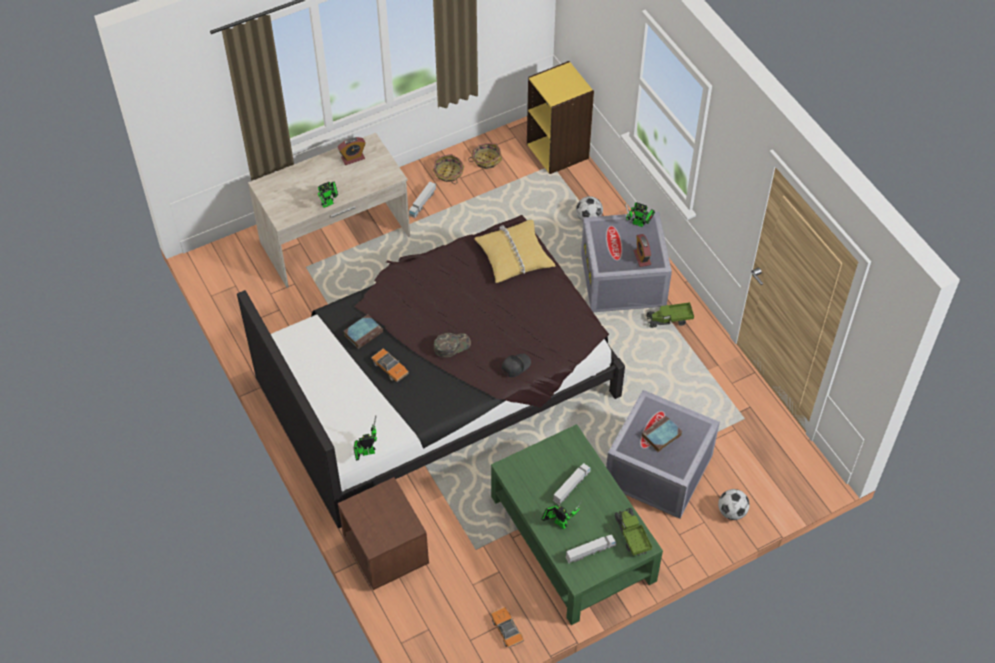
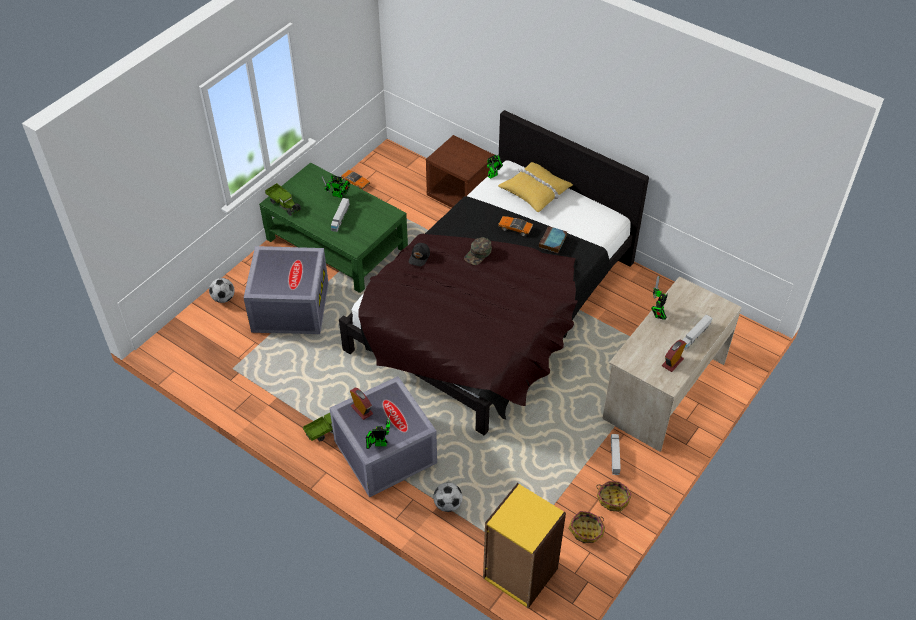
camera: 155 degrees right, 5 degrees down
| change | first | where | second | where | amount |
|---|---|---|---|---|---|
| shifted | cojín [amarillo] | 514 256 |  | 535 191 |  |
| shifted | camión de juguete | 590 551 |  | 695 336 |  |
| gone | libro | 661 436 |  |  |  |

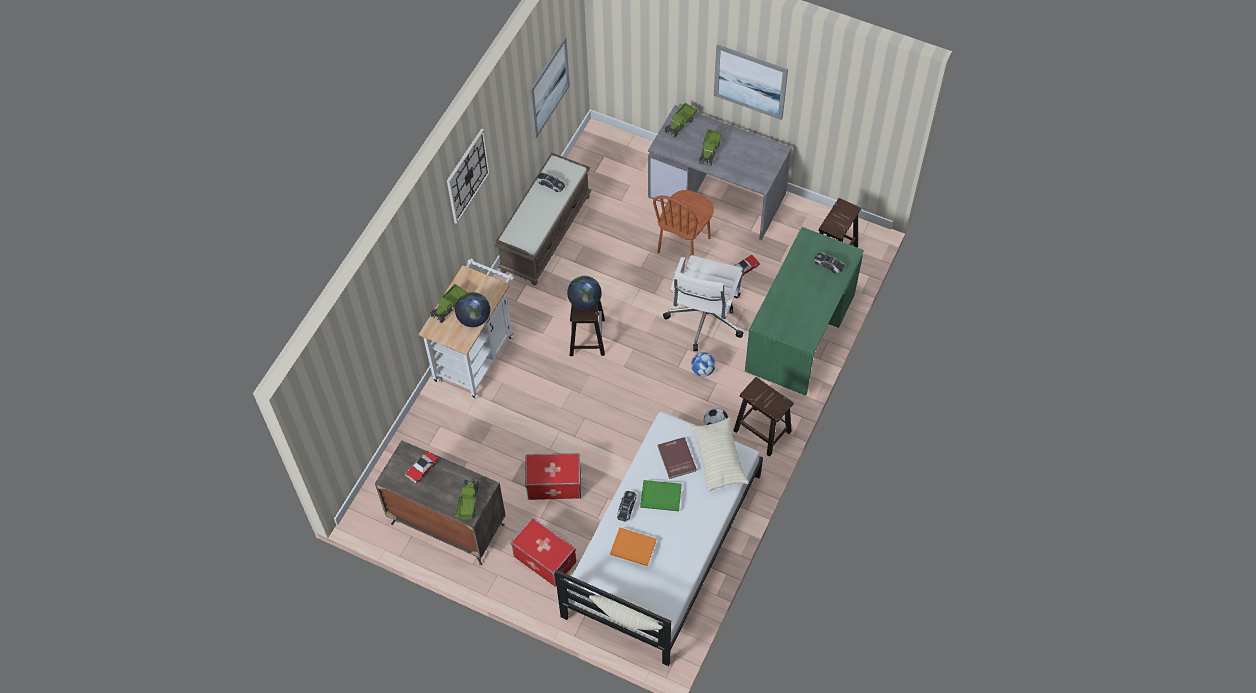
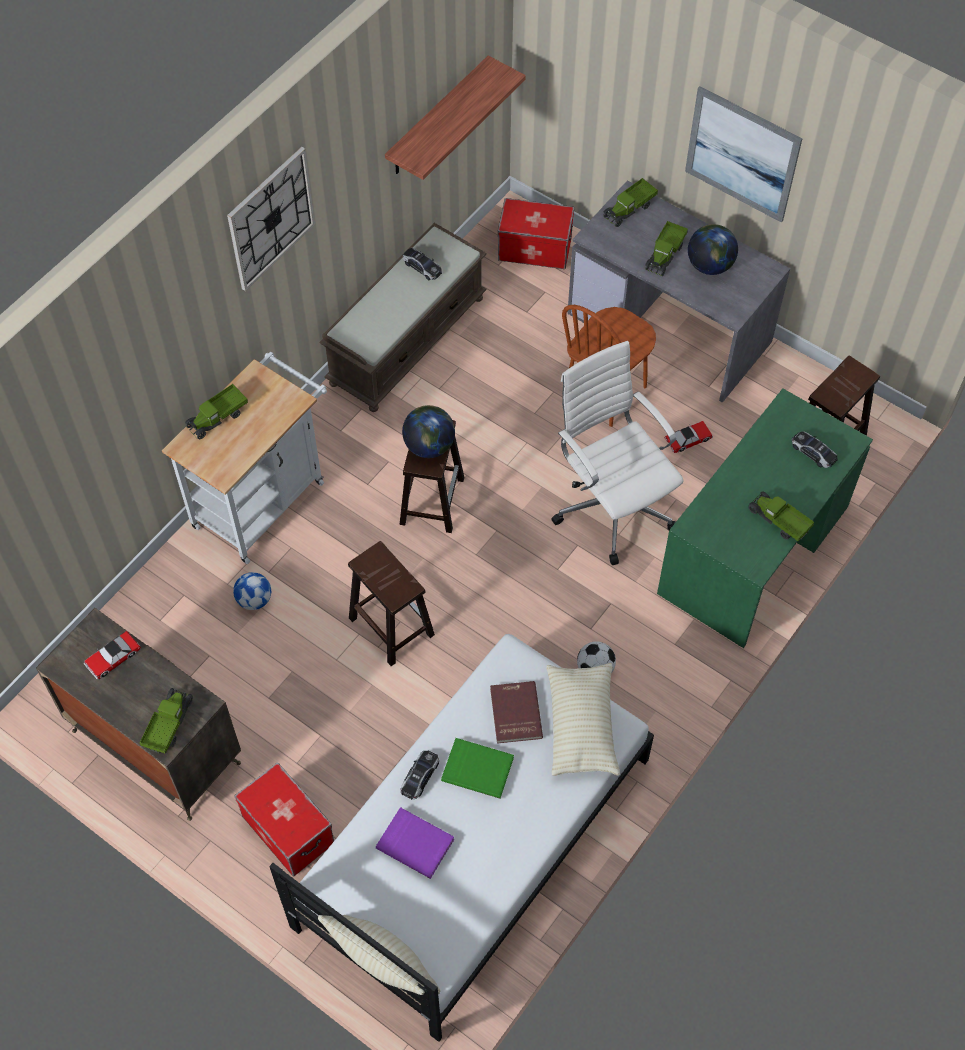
camera: 10 degrees right, 0 degrees up
| change | first | where | second | where | amount |
|---|---|---|---|---|---|
| shifted | globo terráqueo | 474 318 |  | 710 265 |  |
| shifted | caja de almacenaje | 554 484 |  | 535 248 |  |
| swapped | cuadro | 549 87 | estante | 437 118 |  |
| repainted | libro [naranja] | 633 546 | libro [morado] | 416 843 |  |
| rotated | silla de oficina [blanco] | 704 319 |  | 612 505 | 120 degrees clockwise |
| shifted | balón de fútbol | 702 370 |  | 254 599 |  |
| shifted | taburete [marrón] | 761 431 |  | 390 626 |  |
| new |  |  | camión de juguete | 778 521 |  |

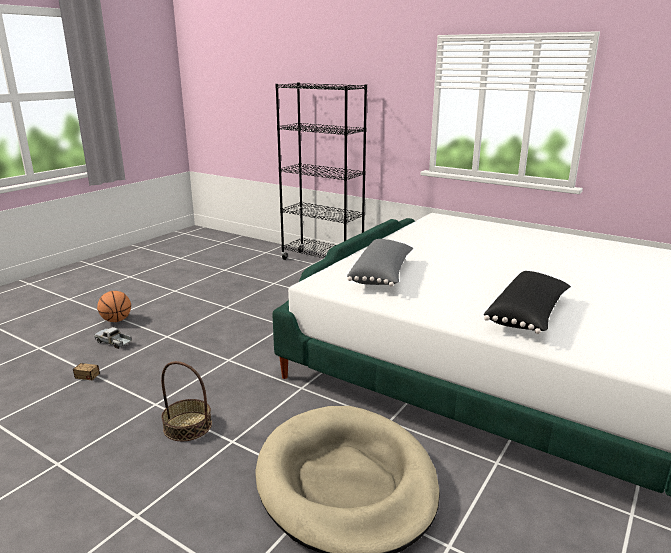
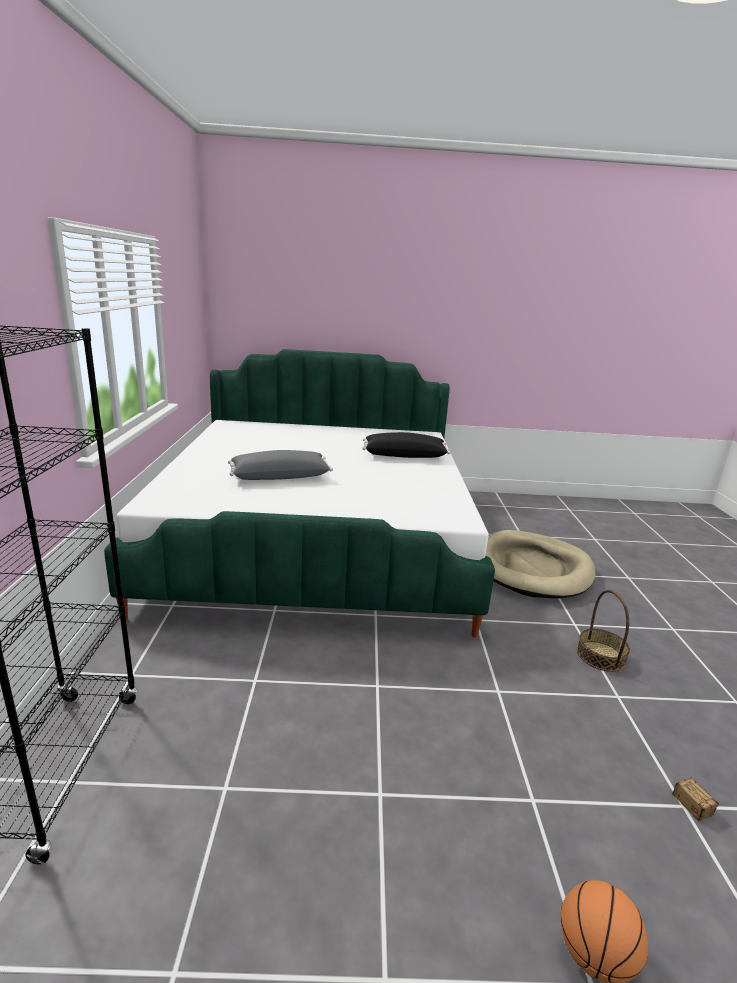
camera: 125 degrees left, 0 degrees up
| change | first | where | second | where | amount |
|---|---|---|---|---|---|
| gone | camión de juguete | 114 342 |  |  |  |
| shifted | cojín [gris] | 382 275 |  | 280 476 |  |

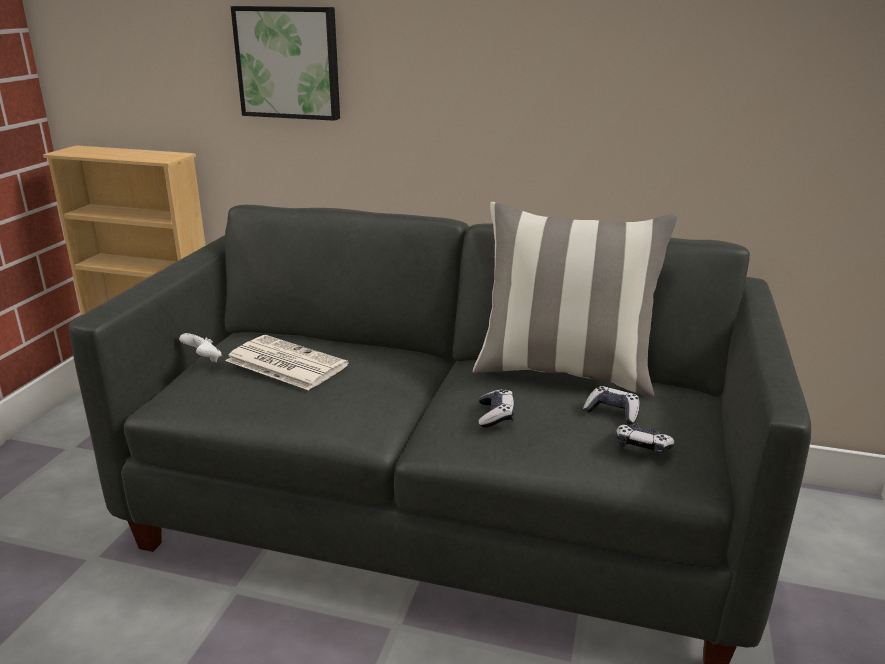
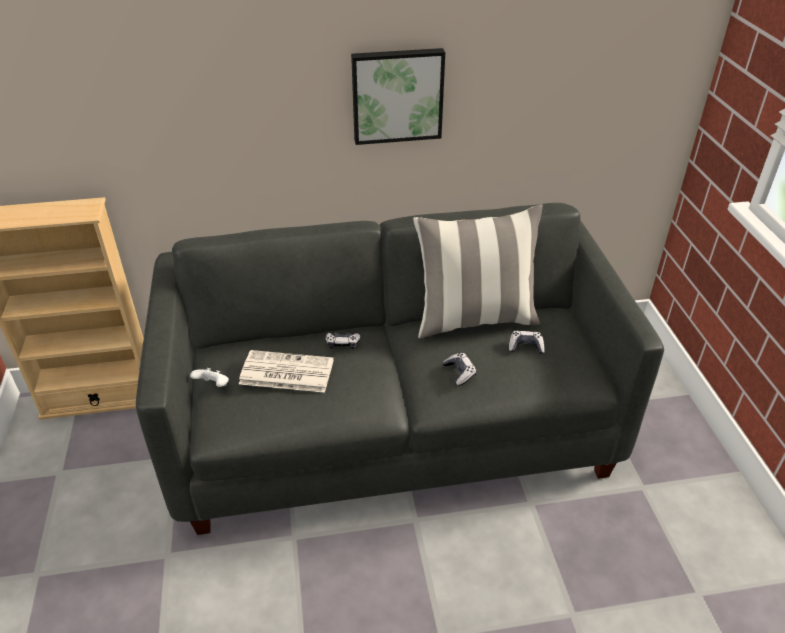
camera: 25 degrees left, 15 degrees up
| change | first | where | second | where | amount |
|---|---|---|---|---|---|
| shifted | cuadro | 289 62 |  | 397 95 |  |
| shifted | mando de consola | 642 446 |  | 342 344 |  |

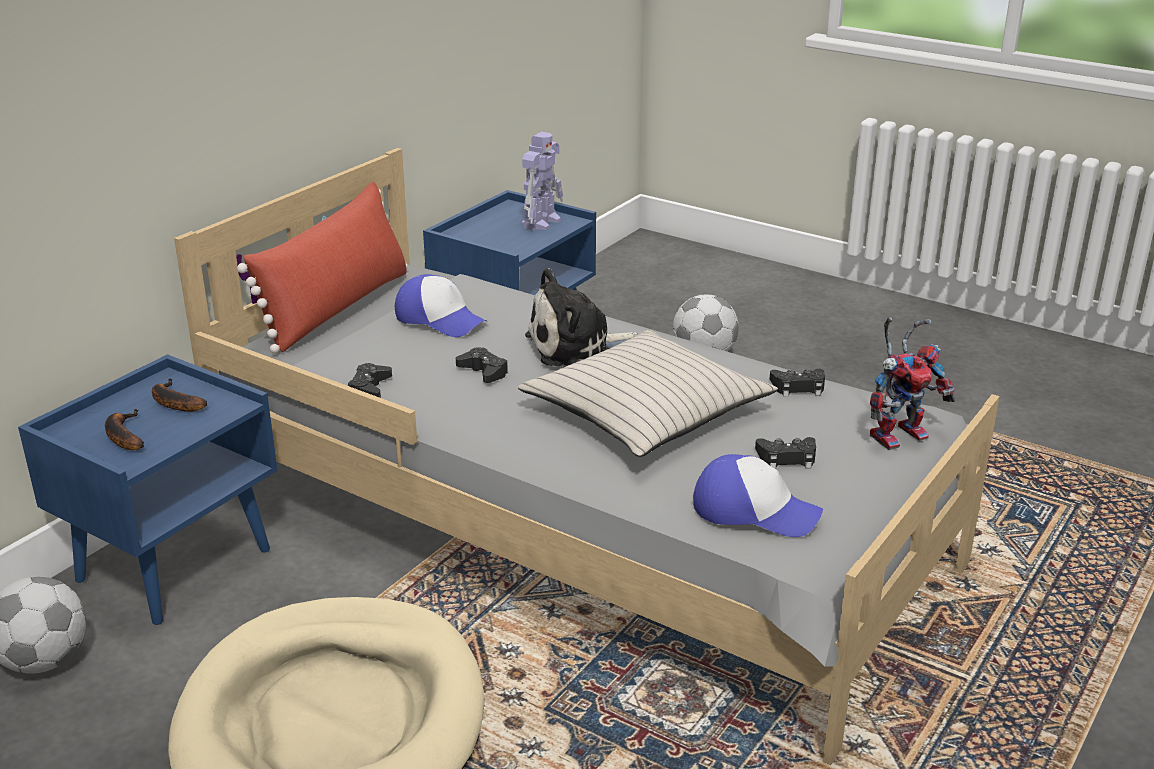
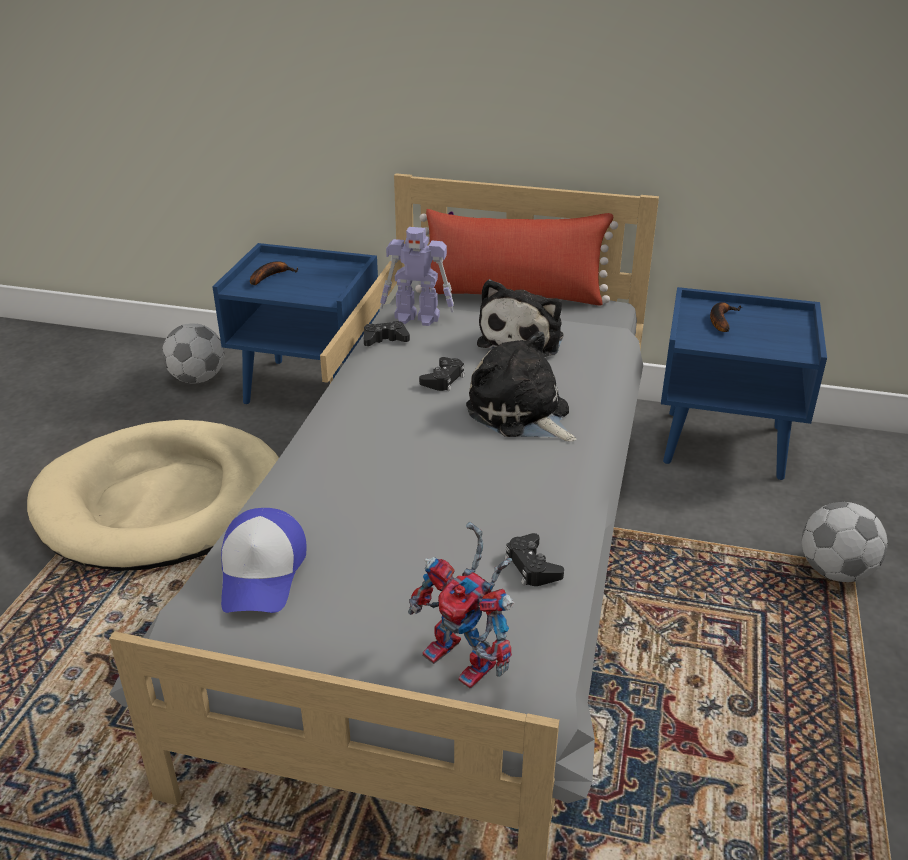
camera: 70 degrees right, 5 degrees up
| change | first | where | second | where | amount |
|---|---|---|---|---|---|
| shifted | plátano | 173 402 |  | 720 320 |  |
| swapped | gorra | 440 319 | peluche | 524 339 |  |
| gone | cojín [beis] | 645 412 |  |  |  |
| shifted | robot de juguete | 542 222 |  | 418 318 |  |
| gone | mando de consola [negro] | 787 458 |  |  |  |

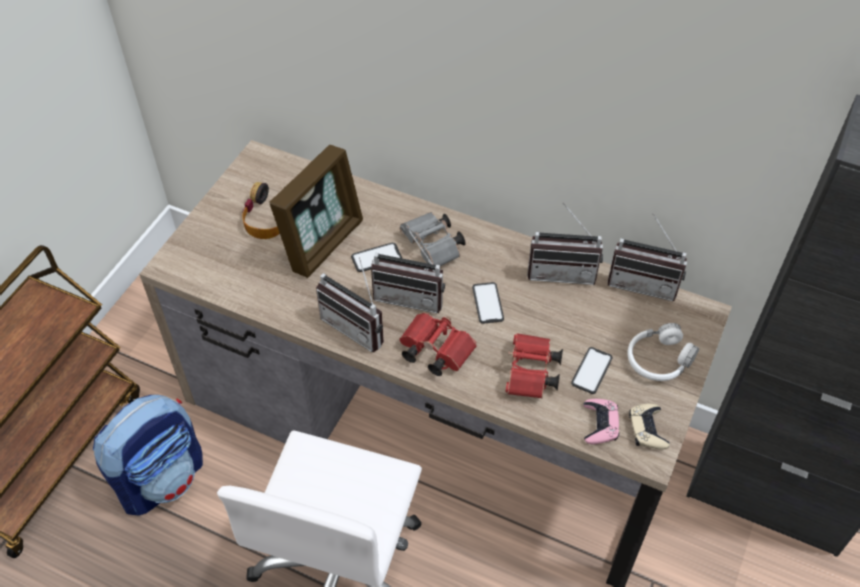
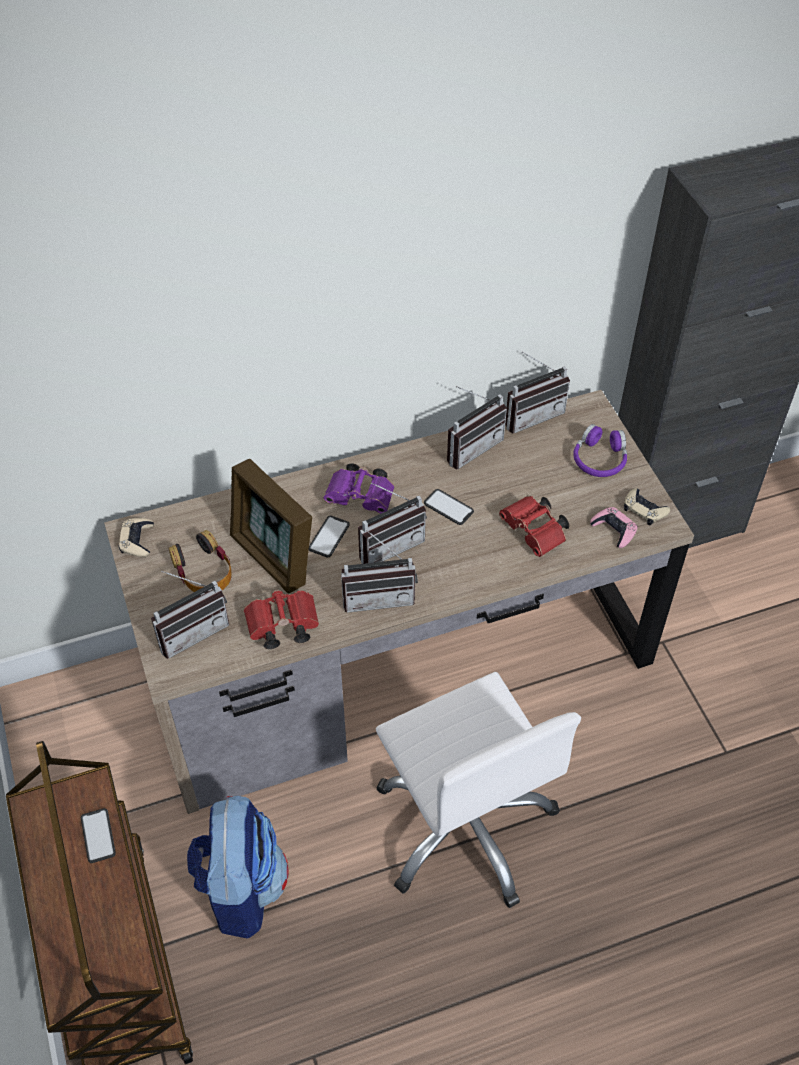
camera: 45 degrees left, 0 degrees up
| change | first | where | second | where | amount |
|---|---|---|---|---|---|
| rotated | portarretratos | 323 243 |  | 273 557 | 150 degrees clockwise |
| shifted | prismáticos [rojo] | 433 351 |  | 281 627 |  |
| repainted | prismáticos [gris] | 434 248 | prismáticos [morado] | 362 498 |  |
| shifted | móvil | 591 371 |  | 98 836 |  |
| repainted | auriculares [blanco] | 659 359 | auriculares [morado] | 599 459 |  |
| new |  |  | mando de consola [beis] | 137 540 |  |
| new |  |  | radio | 191 630 |  |

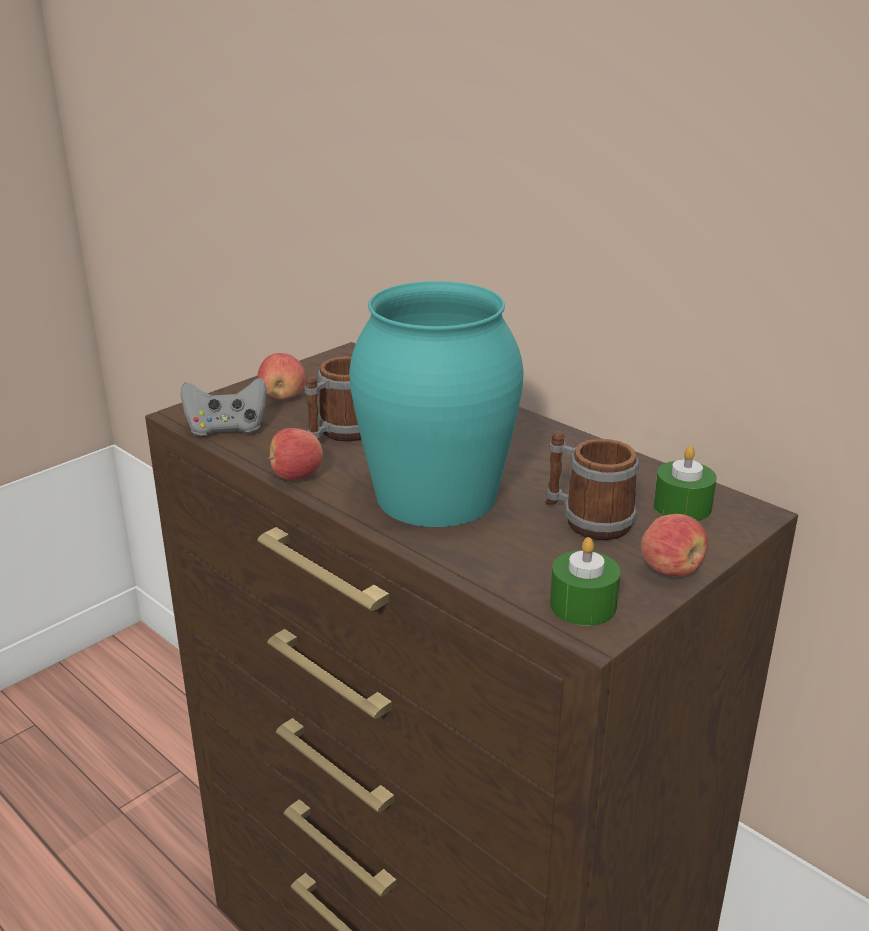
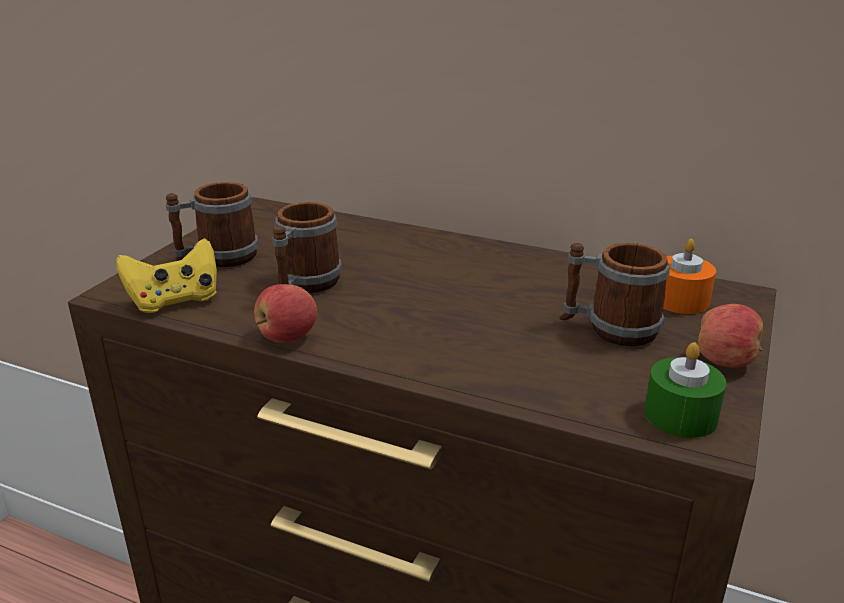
camera: 20 degrees left, 0 degrees up
| change | first | where | second | where | amount |
|---|---|---|---|---|---|
| repainted | mando de consola [gris] | 226 429 | mando de consola [amarillo] | 175 300 |  |
| swapped | manzana | 283 397 | taza grande | 217 258 |  |
| gone | florero [turquesa] | 437 496 |  |  |  |
| repainted | vela [verde] | 682 507 | vela [naranja] | 680 300 |  |

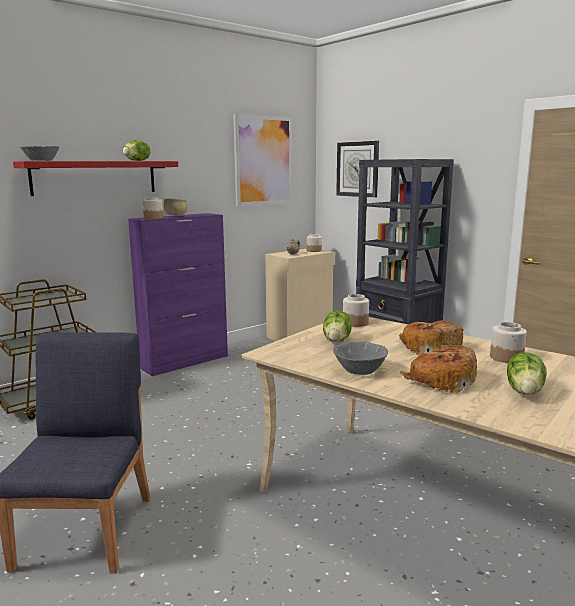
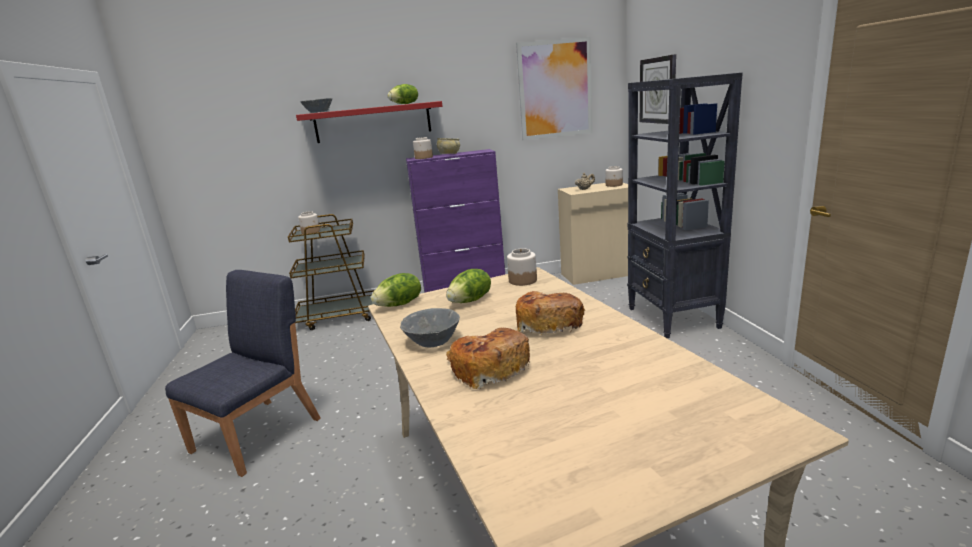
camera: 30 degrees right, 5 degrees up
| change | first | where | second | where | amount |
|---|---|---|---|---|---|
| shifted | tarro | 506 357 |  | 311 232 |  |
| shifted | lechuga | 525 391 |  | 400 304 |  |

